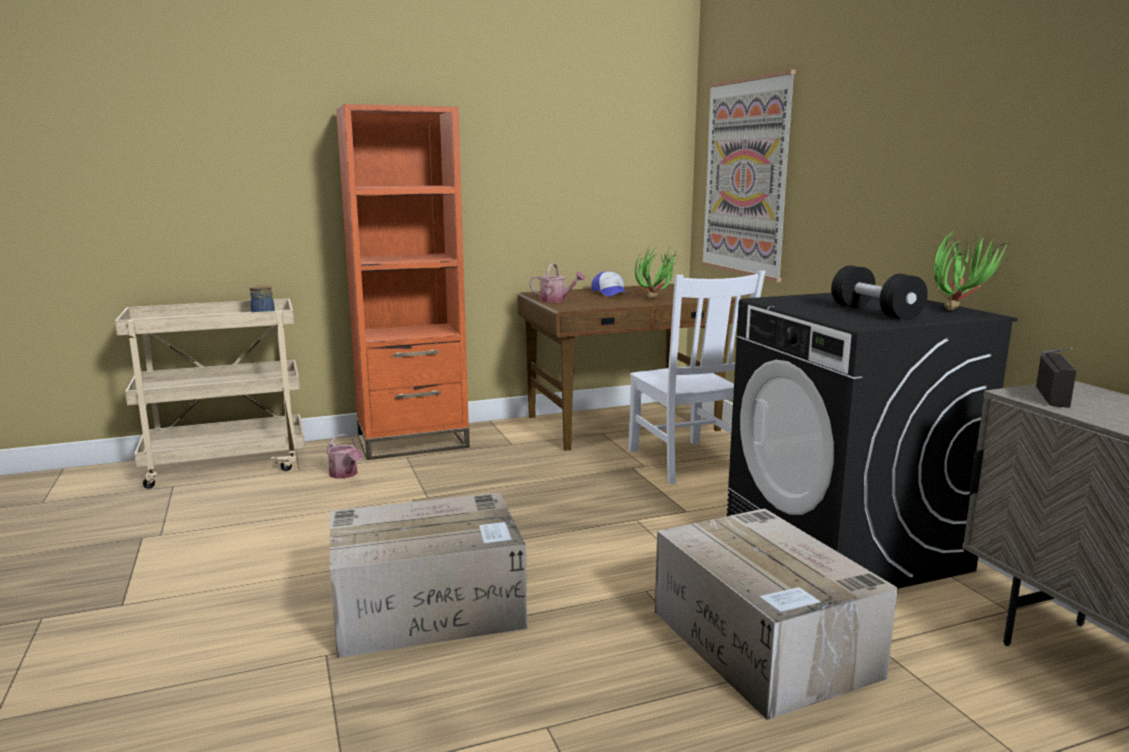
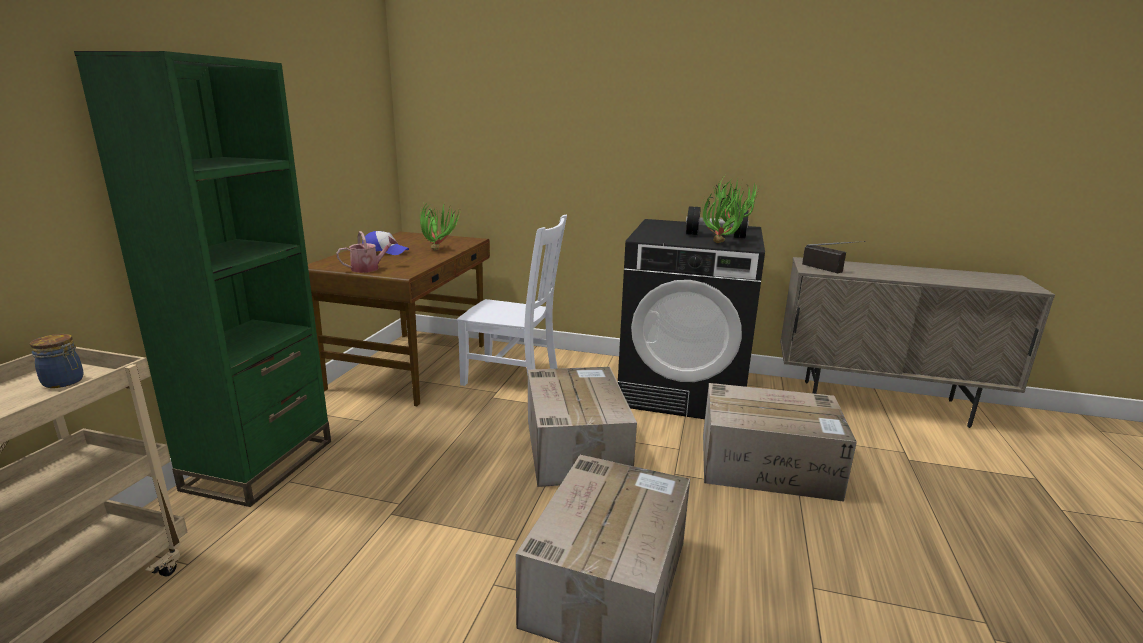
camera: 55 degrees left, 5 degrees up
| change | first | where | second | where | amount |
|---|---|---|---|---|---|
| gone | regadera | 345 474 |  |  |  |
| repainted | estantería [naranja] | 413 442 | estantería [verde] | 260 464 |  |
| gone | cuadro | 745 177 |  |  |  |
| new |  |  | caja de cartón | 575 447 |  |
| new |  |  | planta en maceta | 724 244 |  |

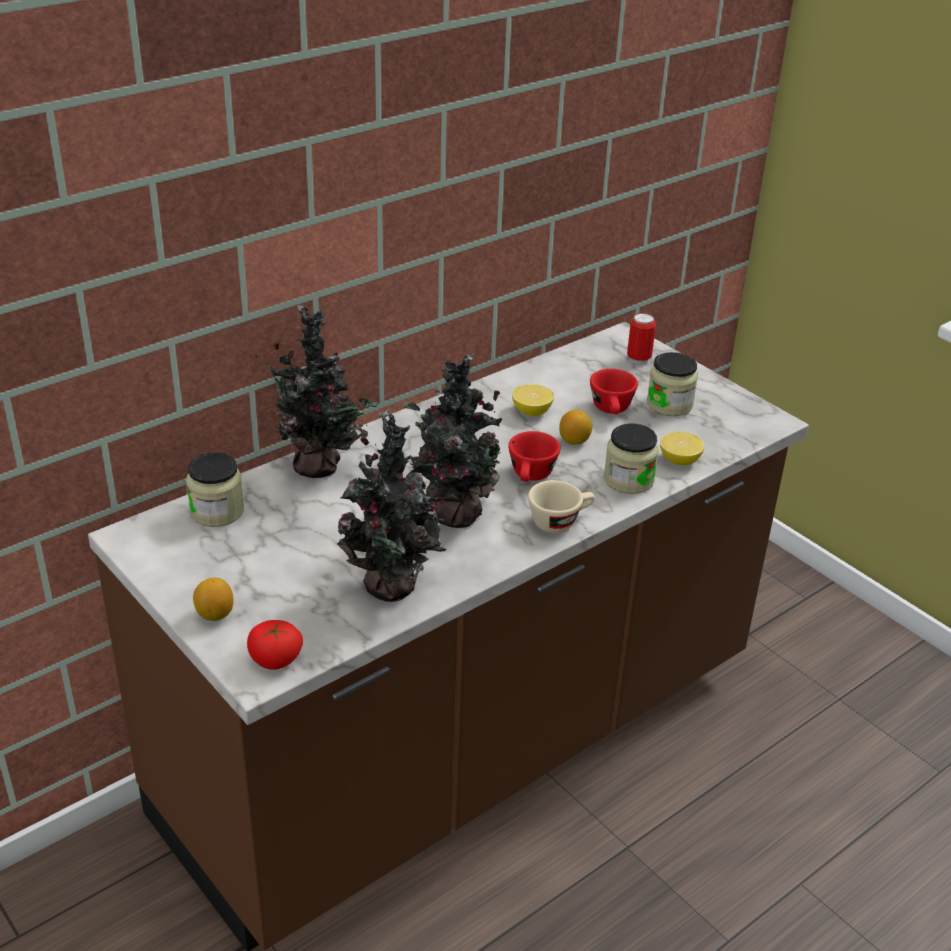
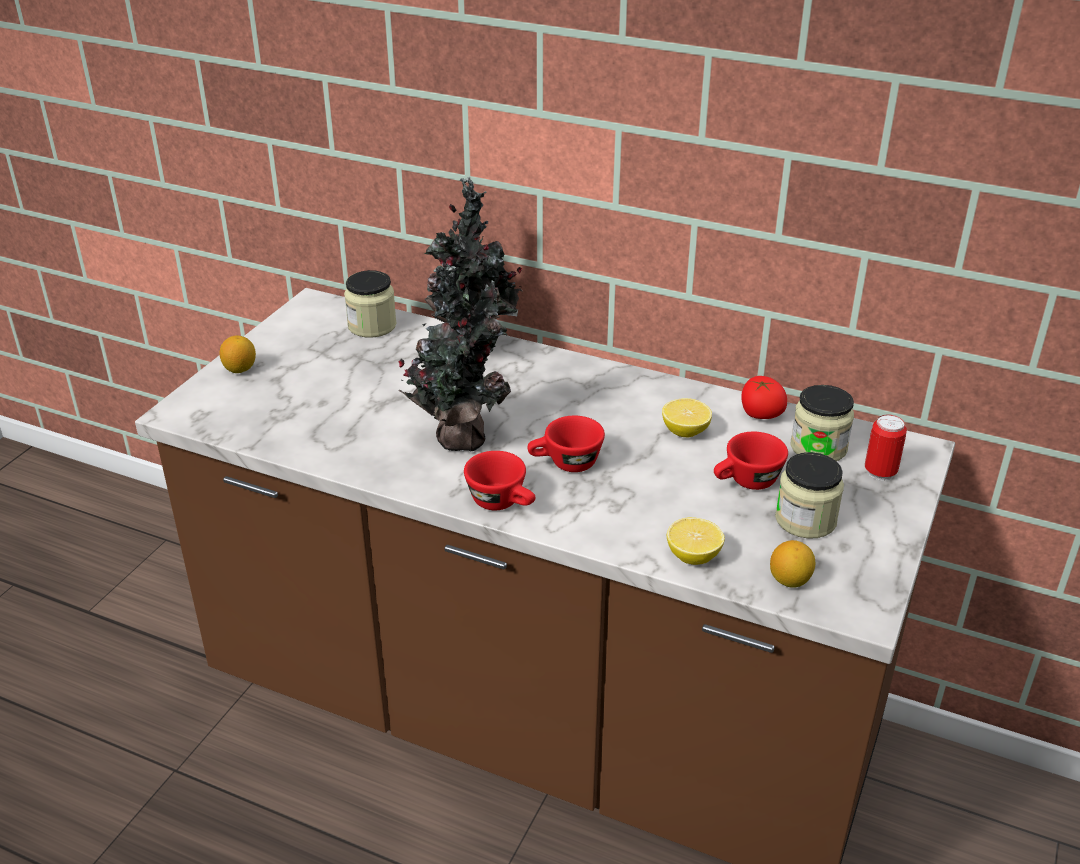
camera: 65 degrees right, 0 degrees up
| change | first | where | second | where | amount |
|---|---|---|---|---|---|
| shifted | tomate | 275 660 |  | 760 414 |  |
| gone | planta en maceta | 393 590 |  |  |  |
| repainted | taza [beis] | 560 521 | taza [rojo] | 503 503 |  |
| shifted | limón | 574 441 |  | 790 580 |  |
| shifted | tarro | 628 480 |  | 818 447 |  |

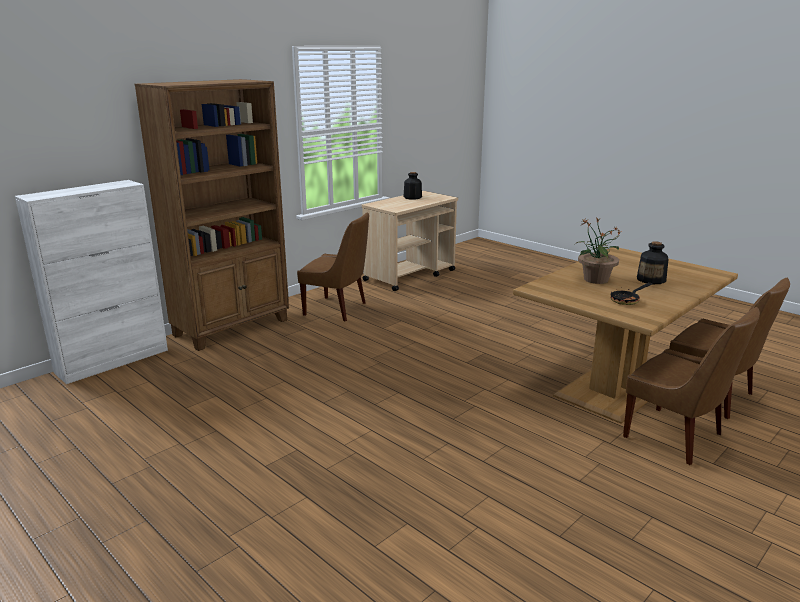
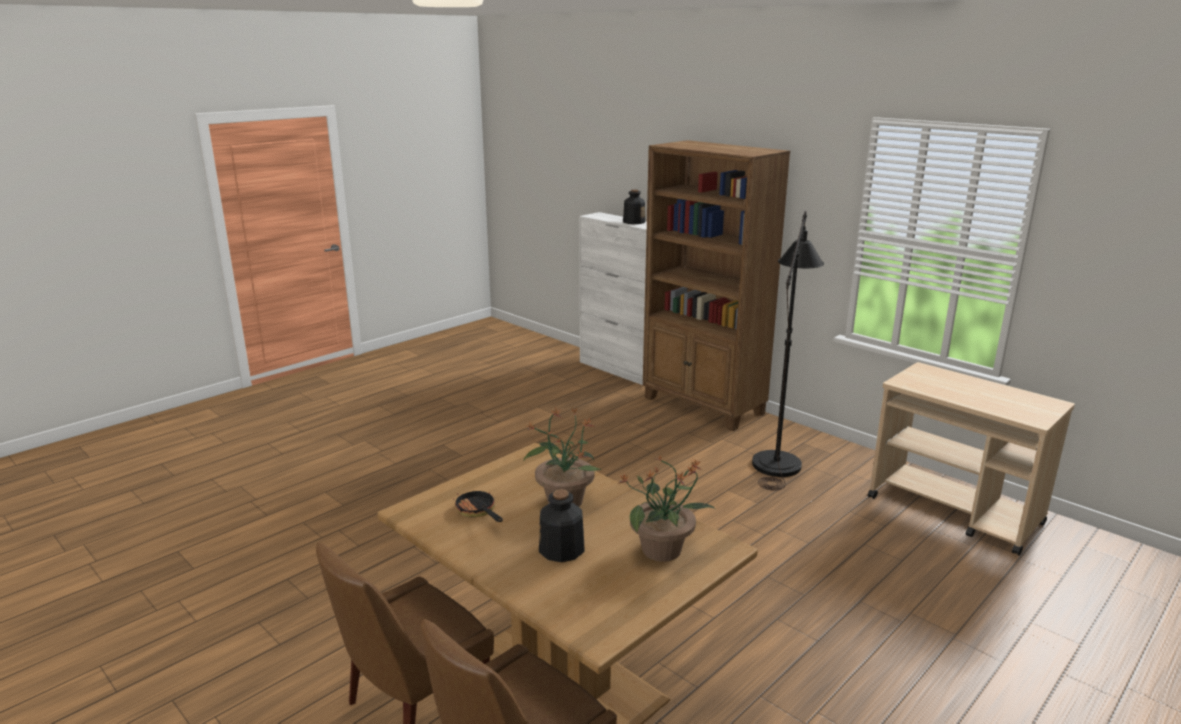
camera: 90 degrees right, 0 degrees up
| change | first | where | second | where | amount |
|---|---|---|---|---|---|
| swapped | silla [marrón] | 337 309 | lámpara de pie [negro] | 778 458 |  |
| shifted | botella | 412 197 |  | 633 222 |  |
| new |  |  | planta en maceta | 663 550 |  |

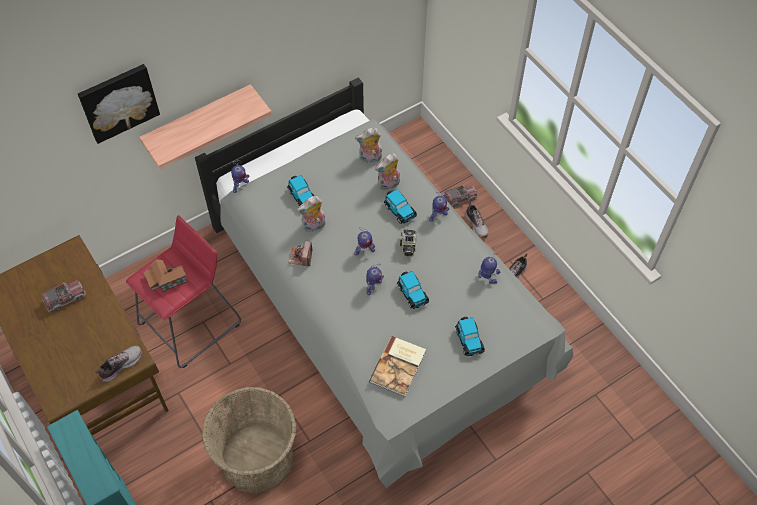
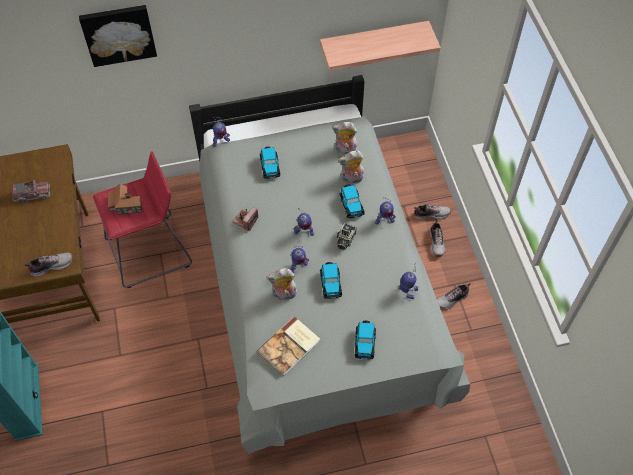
camera: 20 degrees right, 0 degrees up
| change | first | where | second | where | amount |
|---|---|---|---|---|---|
| shifted | estante | 198 122 |  | 373 42 |  |
| gone | cesta | 257 458 |  |  |  |
| shifted | peluche | 313 226 |  | 284 295 |  |
| swapped | camión de juguete | 459 198 | zapato | 431 214 |  |

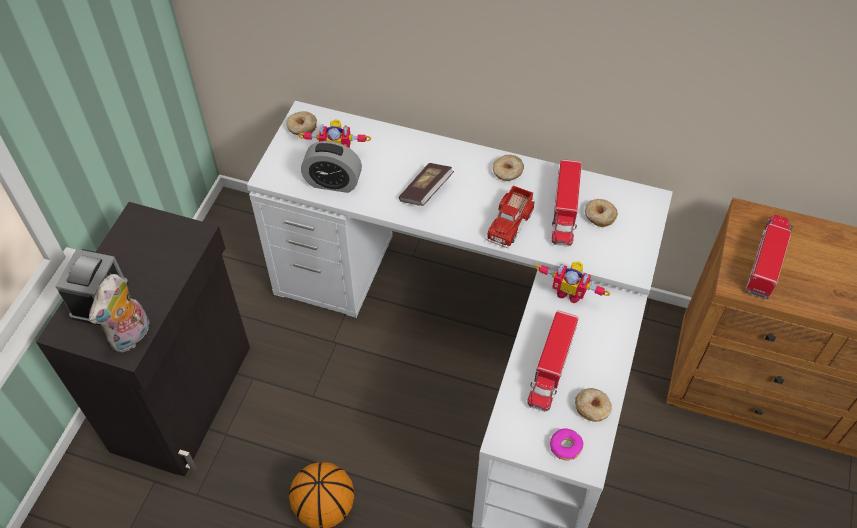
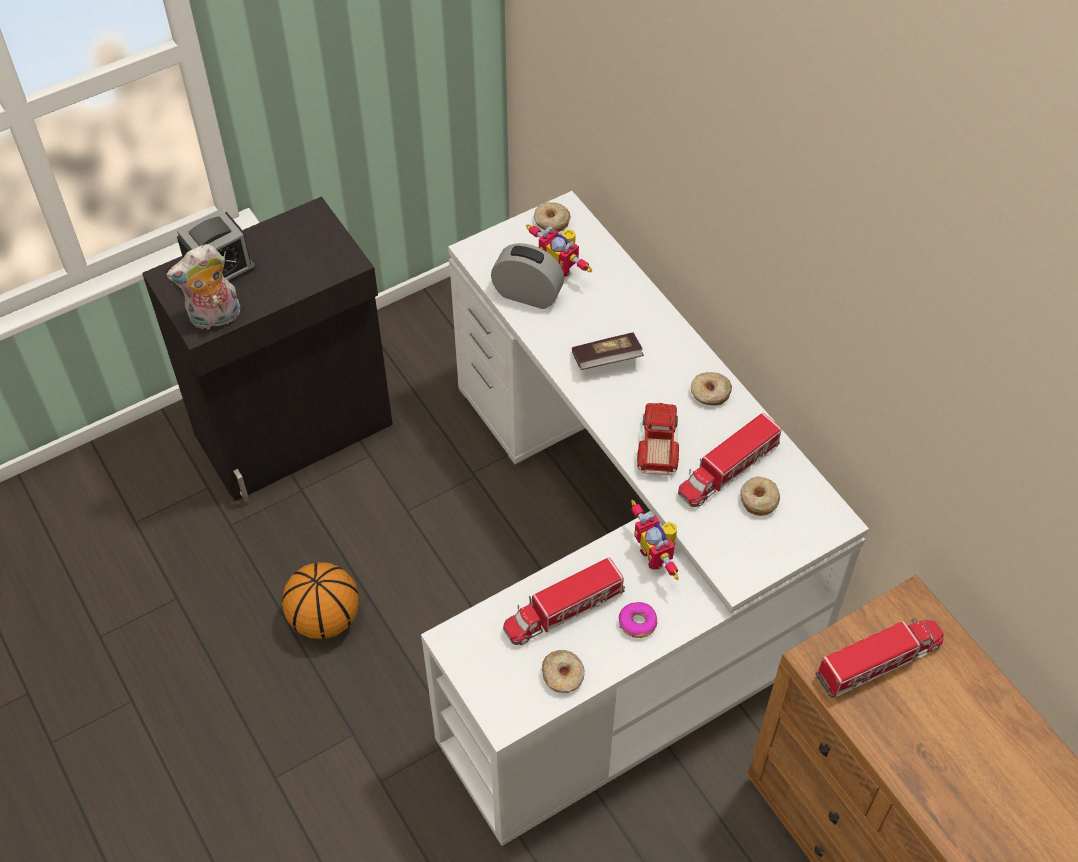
camera: 40 degrees right, 0 degrees up
| change | first | where | second | where | amount |
|---|---|---|---|---|---|
| rotated | despertador | 333 182 |  | 527 294 | 150 degrees clockwise |
| rotated | camión de juguete | 509 222 |  | 658 444 | 120 degrees clockwise |
| shifted | rosquilla | 565 446 |  | 637 623 |  |

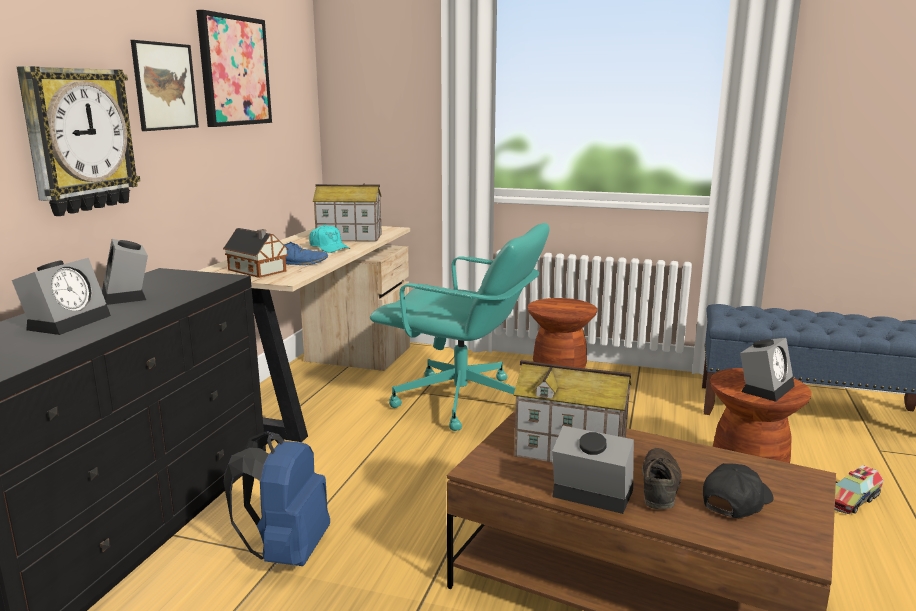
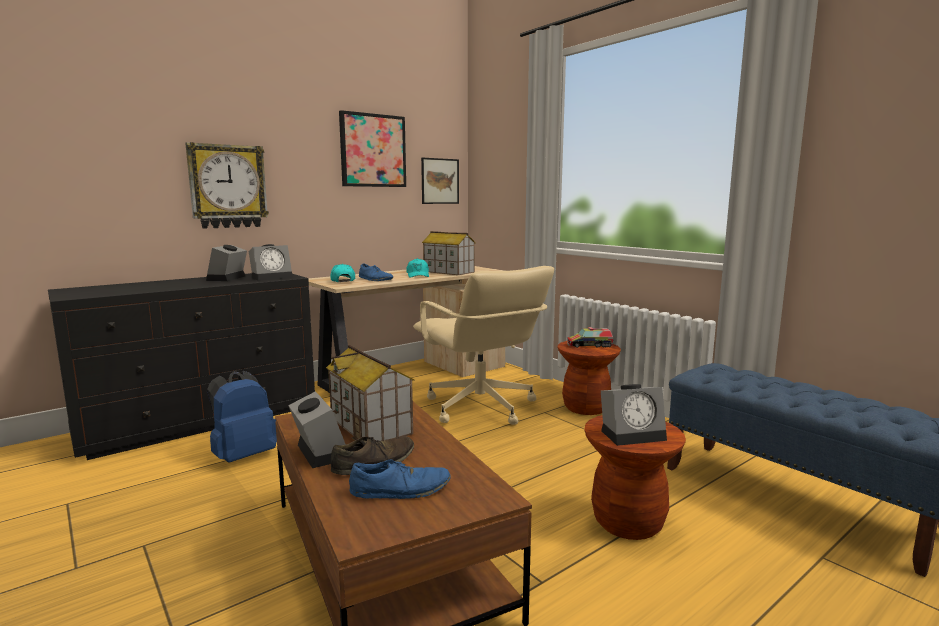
camera: 35 degrees right, 5 degrees down
| change | first | where | second | where | amount |
|---|---|---|---|---|---|
| shifted | despertador | 68 321 |  | 272 277 |  |
| shifted | cuadro | 165 86 |  | 440 181 |  |
| swapped | casita | 258 271 | gorra [turquesa] | 342 281 |  |
| repainted | silla de oficina [turquesa] | 462 402 | silla de oficina [beis] | 480 407 |  |
| swapped | gorra [negro] | 736 501 | zapato [azul] | 401 490 |  |
| shifted | camión de juguete | 852 500 |  | 589 345 |  |

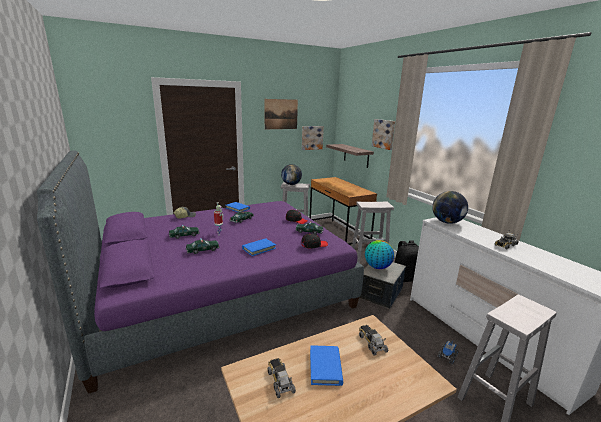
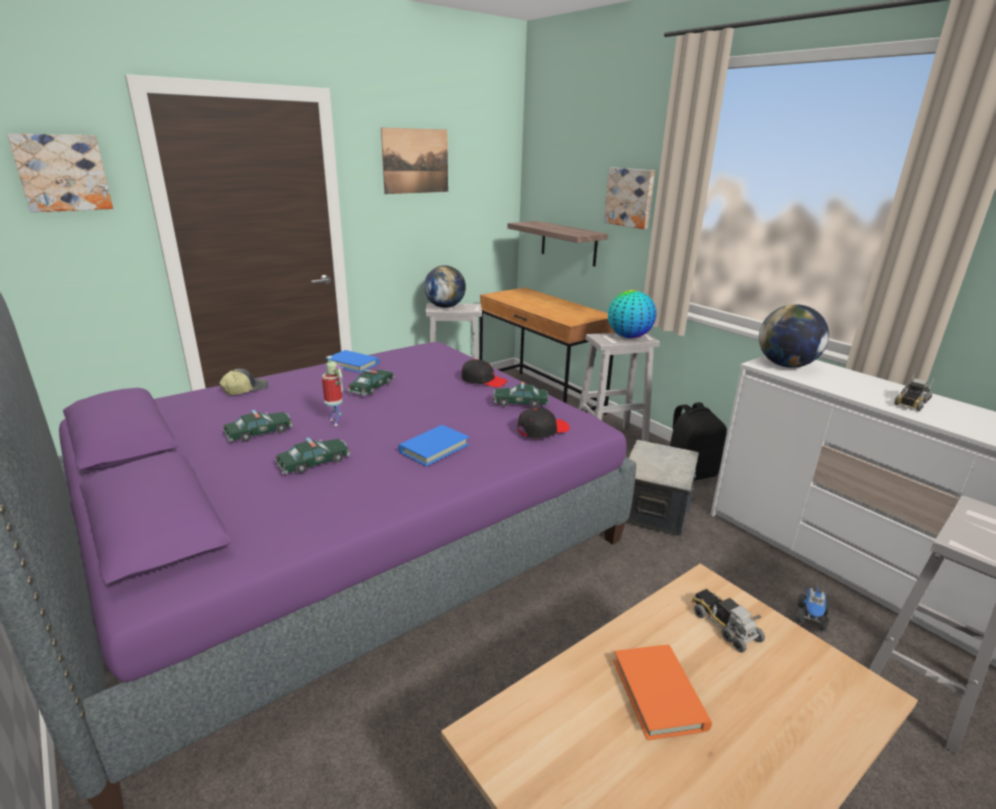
camera: 10 degrees left, 5 degrees up
| change | first | where | second | where | amount |
|---|---|---|---|---|---|
| gone | camión de juguete | 280 381 |  |  |  |
| shifted | cuadro | 311 137 |  | 62 172 |  |
| repainted | libro [azul] | 325 367 | libro [naranja] | 658 694 |  |
| shifted | globo terráqueo | 377 267 |  | 628 337 |  |

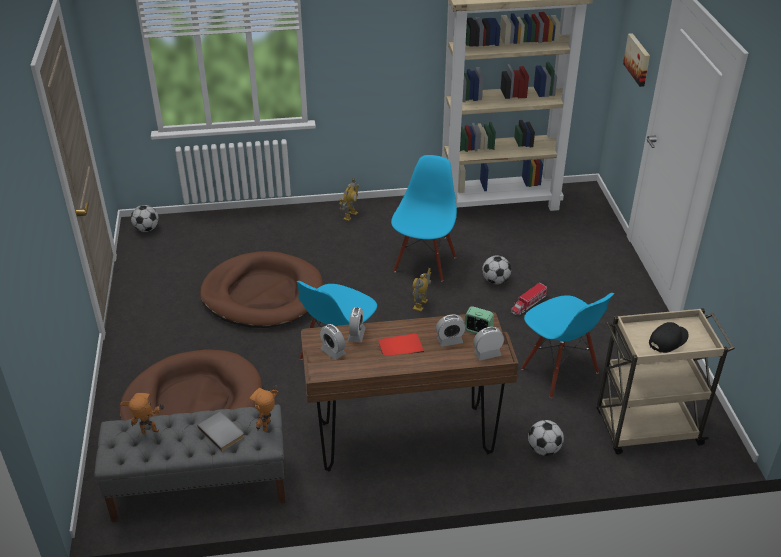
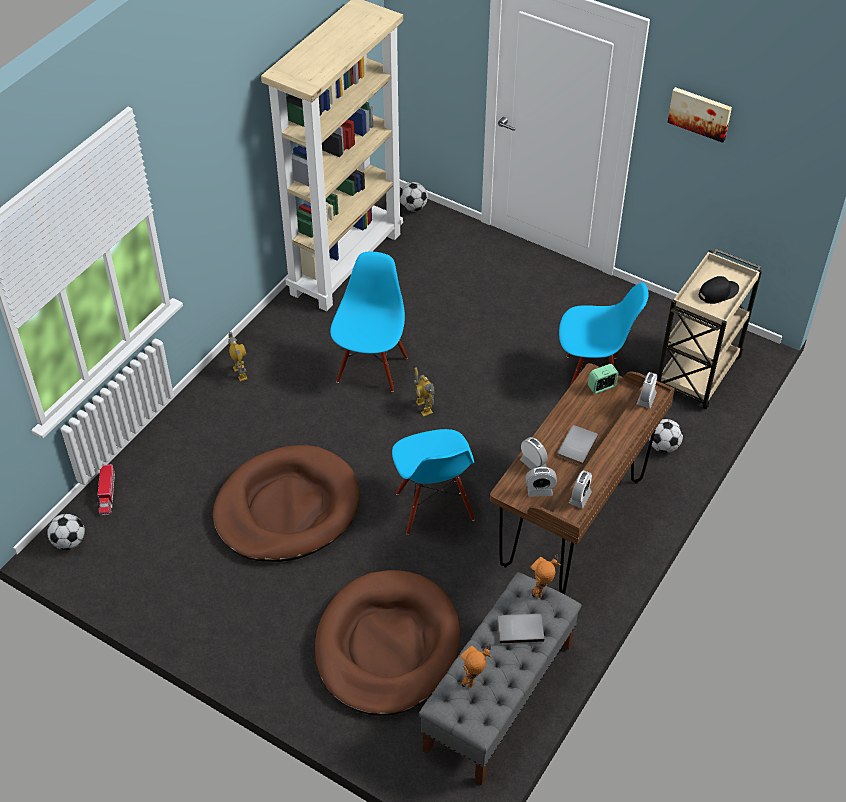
camera: 50 degrees left, 10 degrees up
| change | first | where | second | where | amount |
|---|---|---|---|---|---|
| rotated | robot de juguete | 269 426 |  | 543 592 | 60 degrees clockwise |
| repainted | libro [rojo] | 400 347 | libro [gris] | 575 446 |  |
| rotated | silla [azul] | 424 263 |  | 371 368 | 45 degrees clockwise |
| shifted | despertador | 450 341 |  | 580 497 |  |
| shifted | balón de fútbol | 495 281 |  | 413 208 |  |
| shifted | camión de juguete | 528 304 |  | 107 494 |  |
| shifted | cuadro | 638 59 |  | 700 113 |  |
| rotated | gorra [negro] | 668 340 |  | 718 293 | 60 degrees clockwise |

